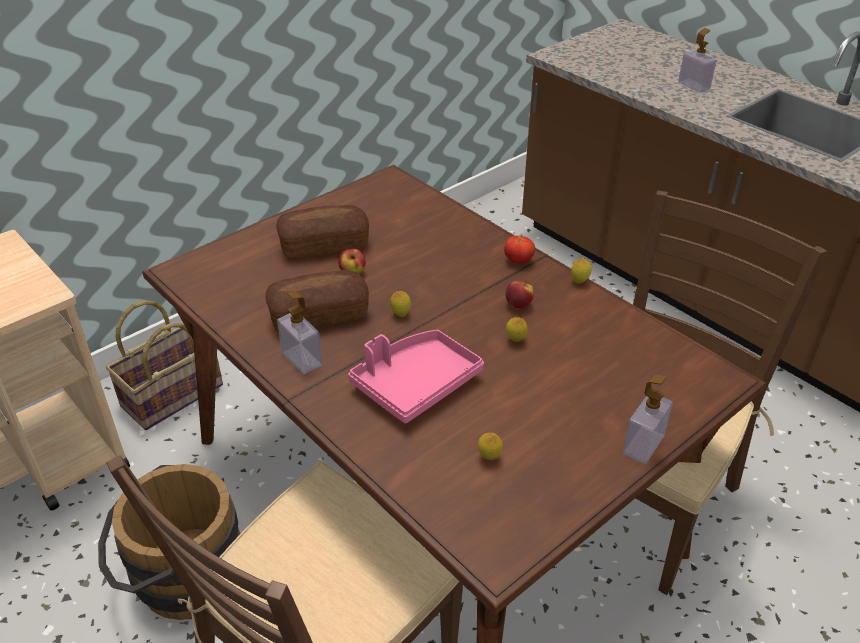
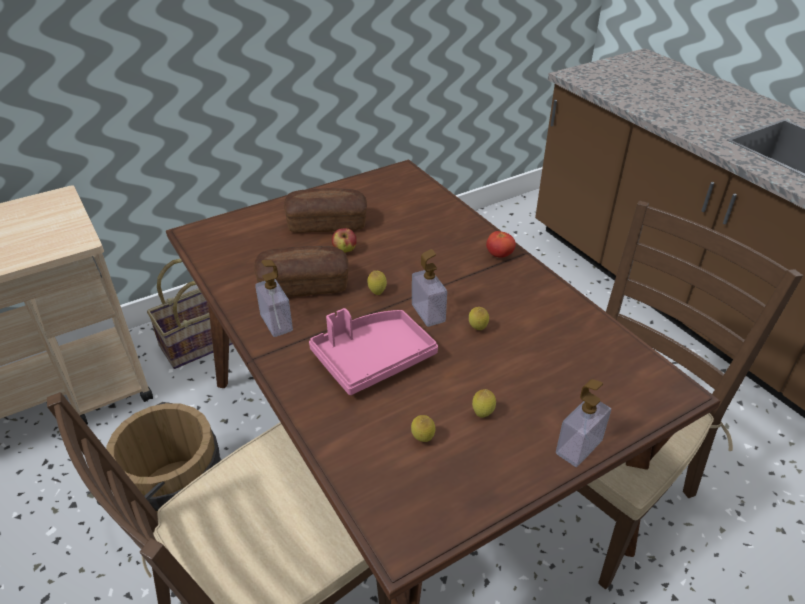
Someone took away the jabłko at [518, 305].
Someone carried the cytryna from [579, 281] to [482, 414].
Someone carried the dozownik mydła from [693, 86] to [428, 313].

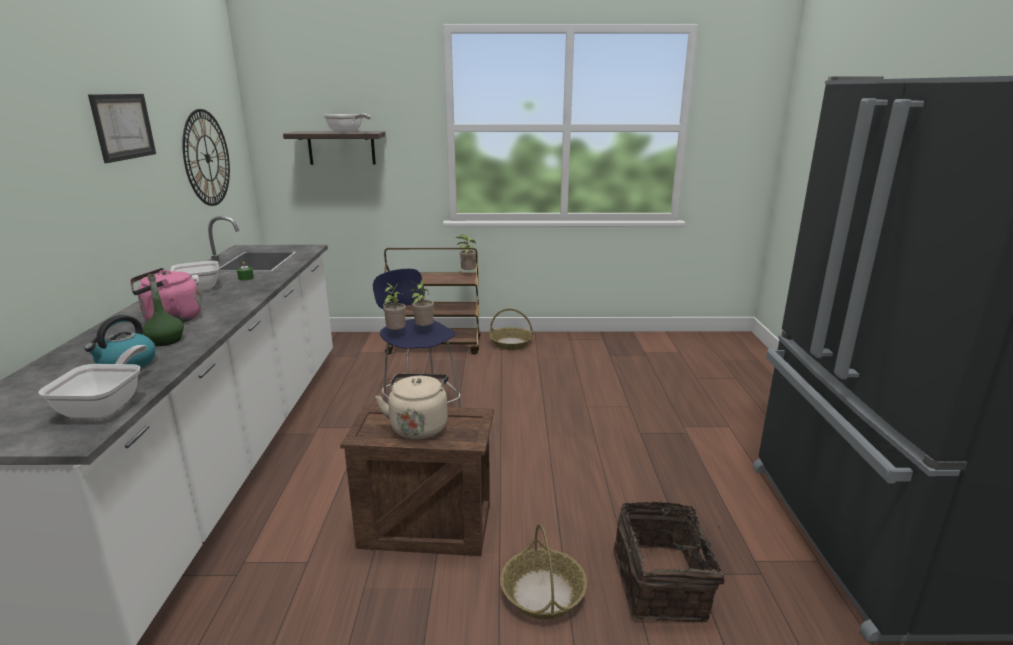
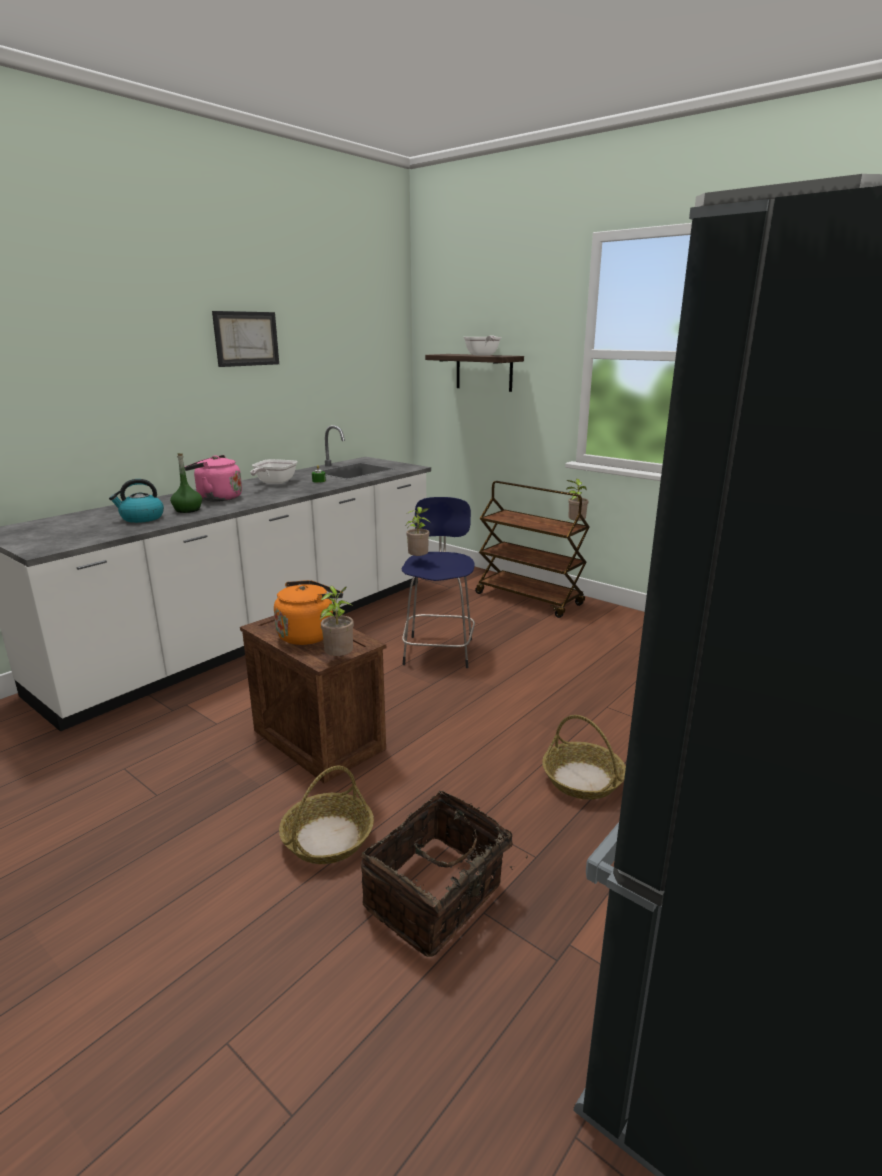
Someone took away the patelnia at [107, 405].
Someone took away the zegar ścienny at [207, 158].
Someone carried the roślina doniczkowa from [423, 329] to [339, 659].
Someone carried the koszyk from [510, 343] to [582, 779].
Someone repainted the czajnik [beżowy] at [419, 426], which became the czajnik [pomarańczowy] at [308, 634].

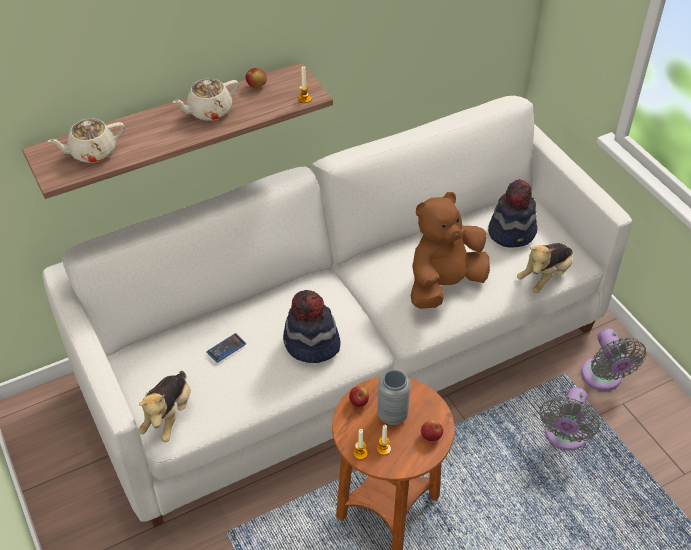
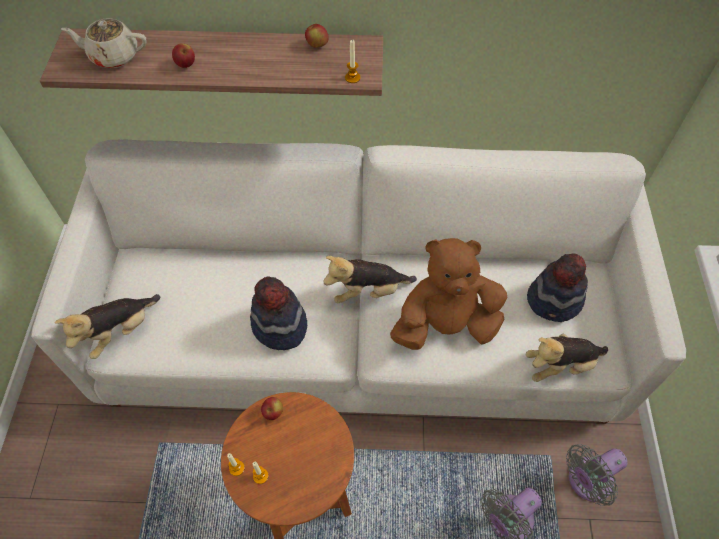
Someone took away the imbryk [beżowy] at [209, 111].
Someone took away the telefon at [226, 348].
Someone took away the wazon [szary] at [392, 415].
Someone put down the pluszak at [368, 291].
Someone carried the jabłko from [431, 436] to [186, 65].
Someone rotated the wentylator [szary] at [603, 378] by 45 degrees clockwise.

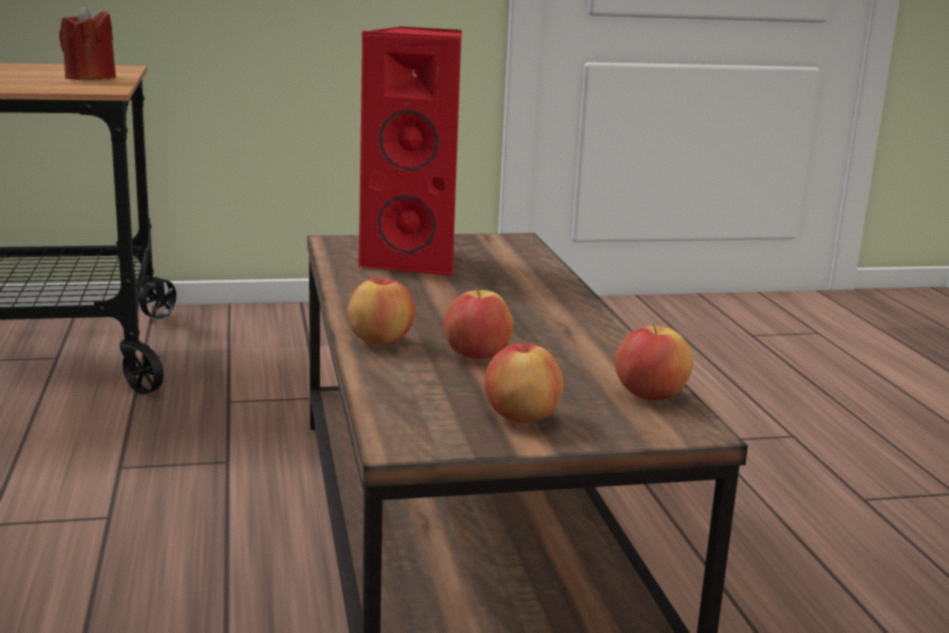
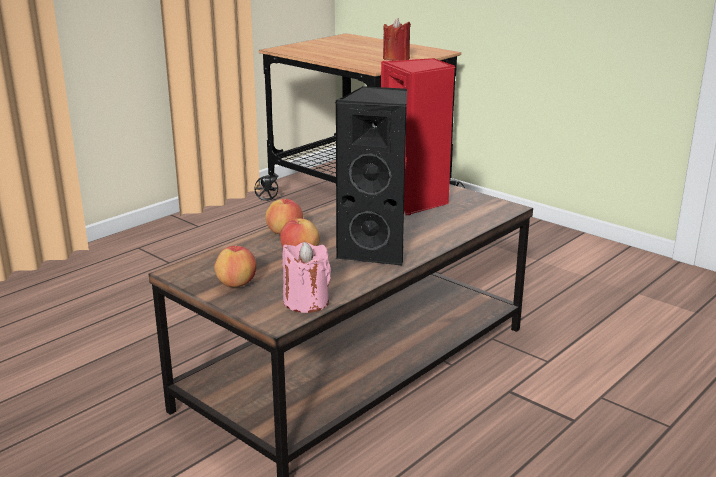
Someone put down the głośnik [czarny] at [376, 250].
Someone swapped the jabłko at [650, 396] for the świeca [różowy] at [306, 302].

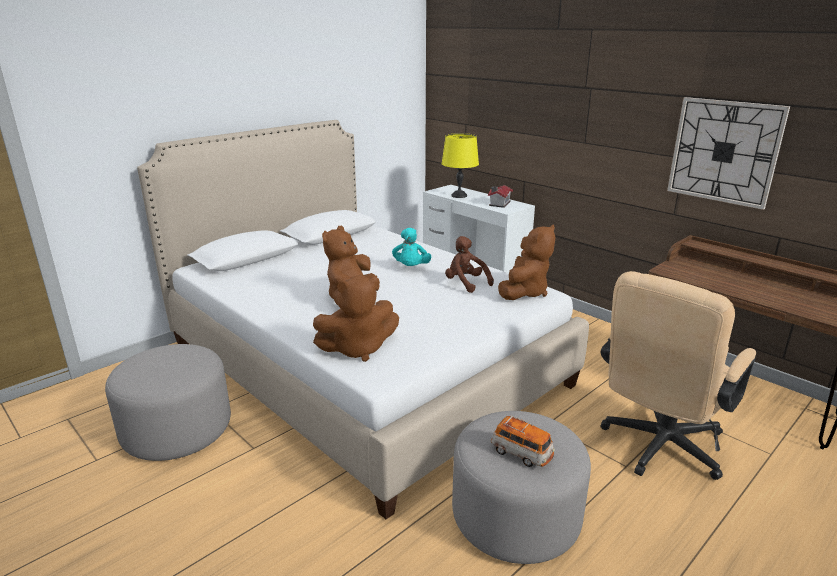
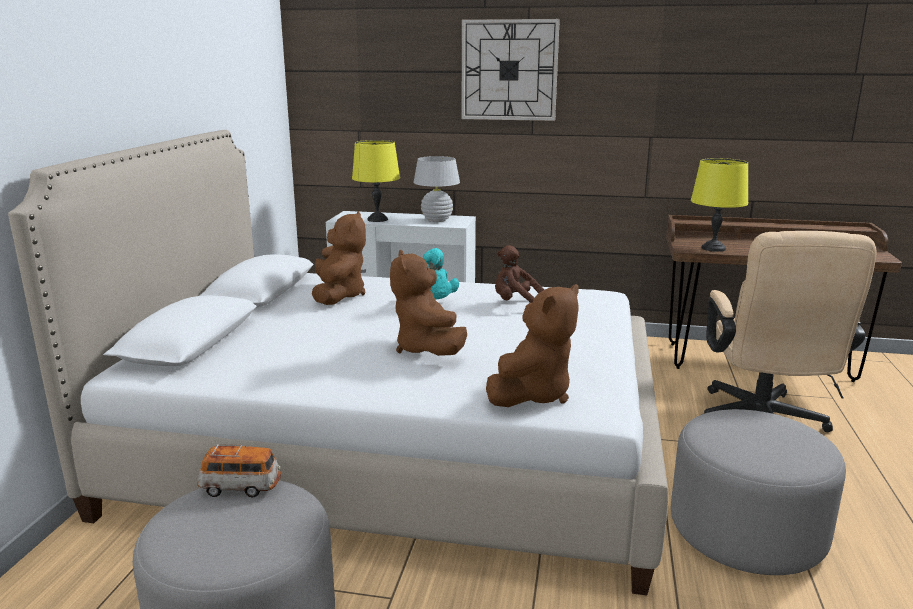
Someone put down the lampa stołowa [żółty] at [714, 248].
Someone carried the samochodzik from [521, 454] to [241, 487].
Someone carried the pluszak [brązowy] from [524, 292] to [339, 296].
Someone carried the zegar ścienny from [724, 151] to [509, 70].
Someone swapped the domek at [499, 204] for the lampa stołowa [biały] at [437, 220].

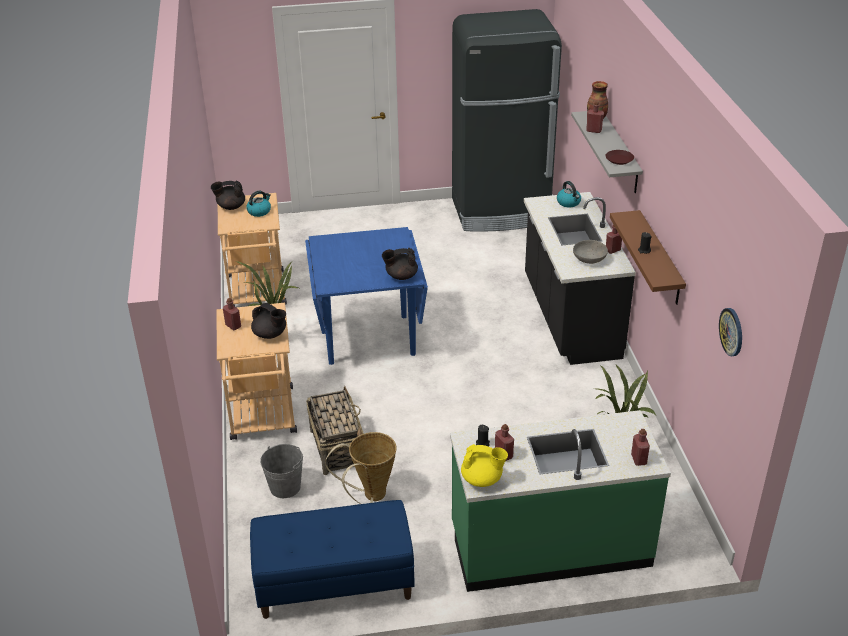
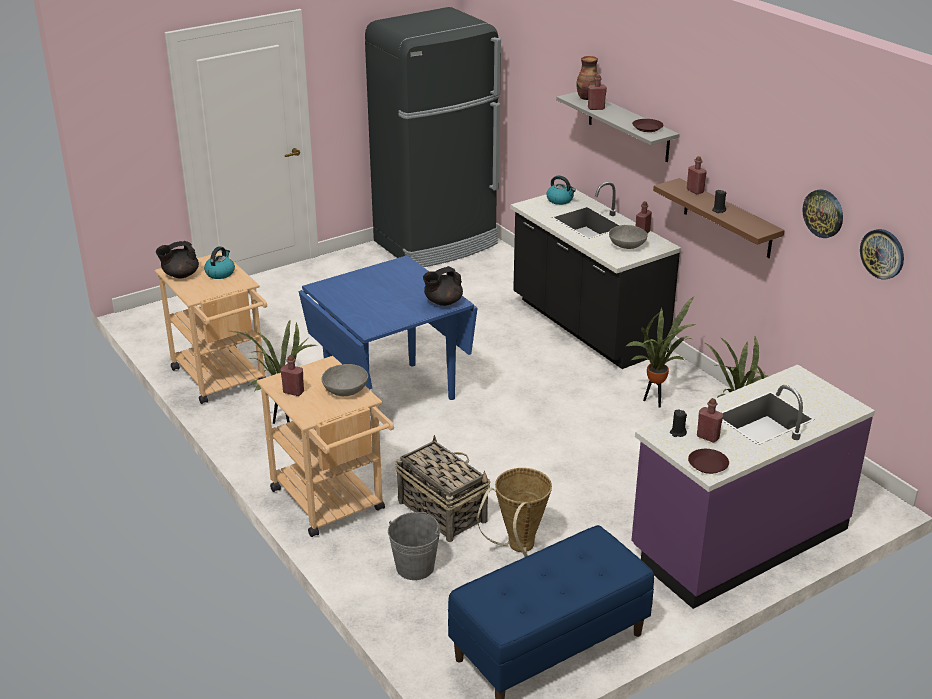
Someone put down the roślina doniczkowa at [655, 401].
Someone put up the zegar ścienny at [823, 213].
Someone carried the butelka [czerwony] from [638, 459] to [695, 191].
Someone swapped the imbryk [czarny] at [270, 334] for the miska [szary] at [346, 390].
Someone swapped the imbryk [żółty] at [482, 479] for the talerz [brązowy] at [708, 465].
Someone repainted the zabudowa kuchenna [zielony] at [550, 546], which became the zabudowa kuchenna [fioletowy] at [738, 540].

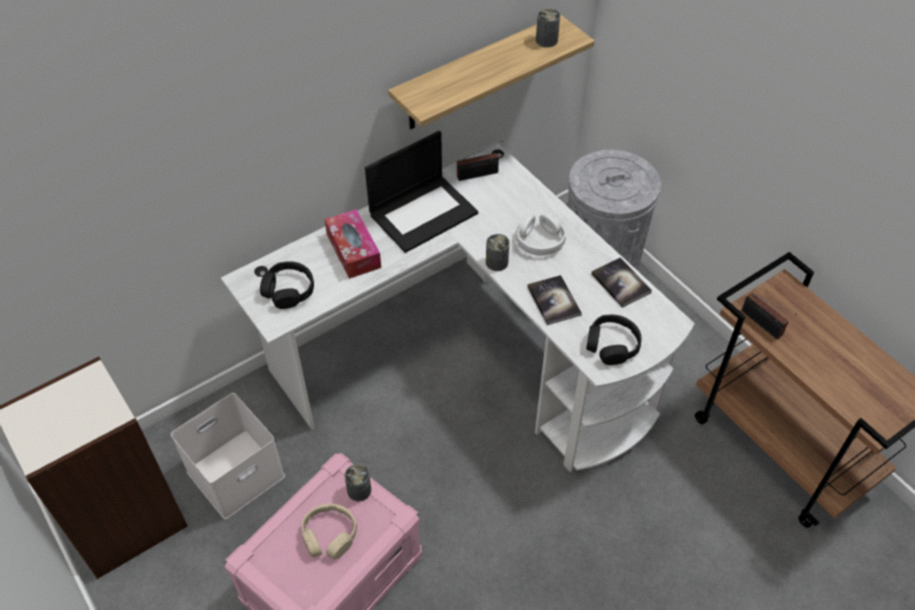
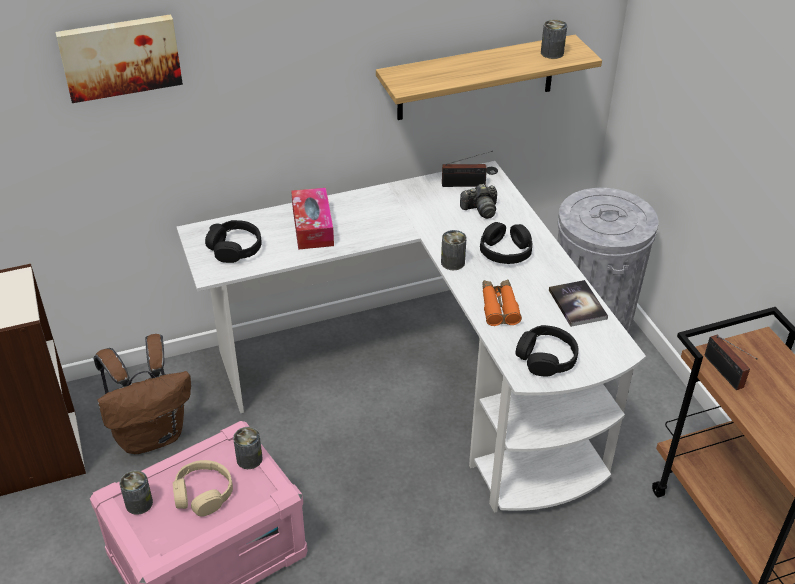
Someone took away the laptop at [423, 213].
Someone put up the obraz at [120, 56].
Someone put down the puszka at [139, 503].
Someone put down the aparat fotograficzny at [480, 209].
Someone swapped the pojemnik do przechowywania [biały] at [236, 471] for the plecak [brązowy] at [152, 435].
Someone swapped the książka at [554, 301] for the lornetka [pomarańczowy] at [499, 307].
Someone repainted the słuchawki [biały] at [540, 240], which became the słuchawki [czarny] at [505, 251].

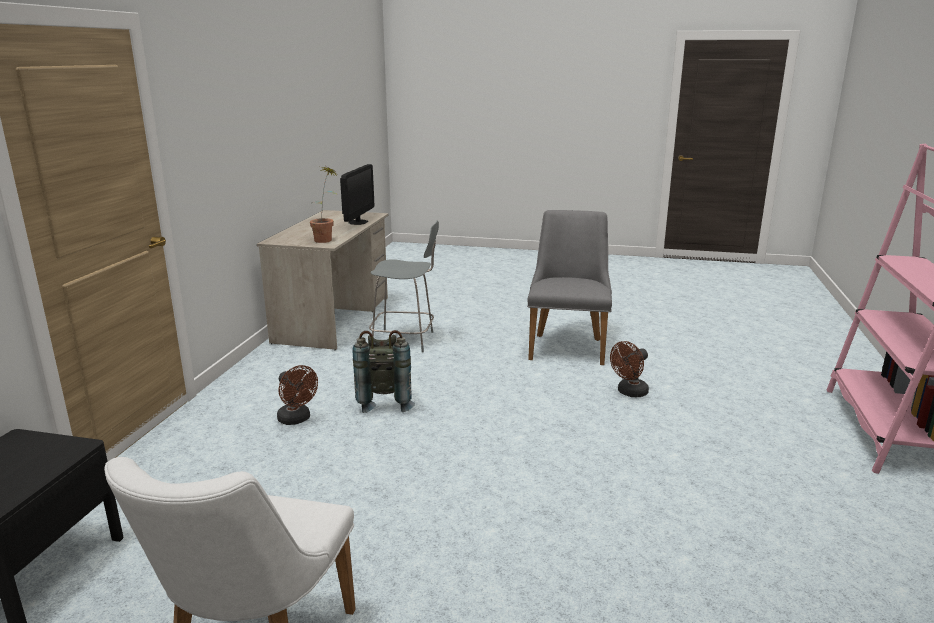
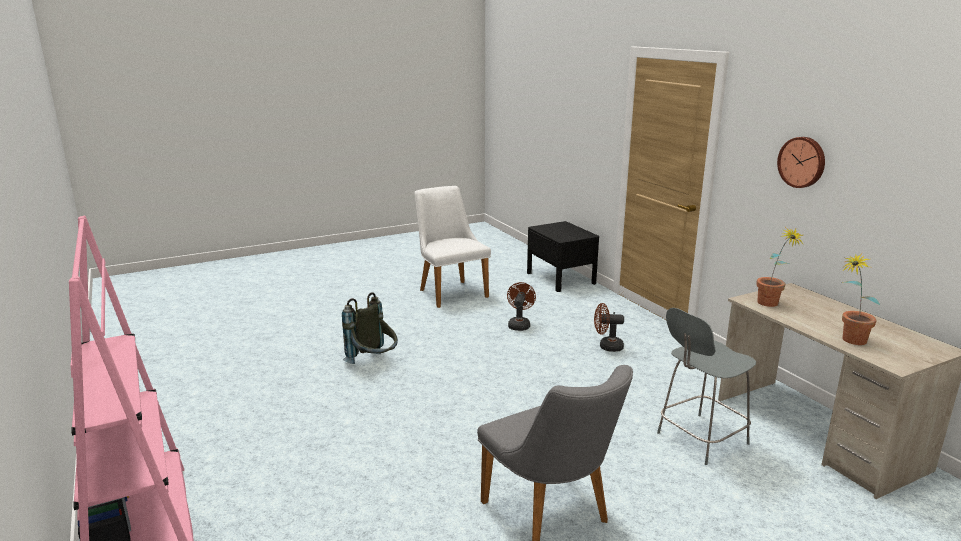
Someone put up the zegar ścienny at [802, 162].
Someone carried the plecak [szary] from [385, 401] to [374, 363].
Someone carried the wentylator [brązowy] from [629, 393] to [519, 324].
Someone swapped the monitor at [358, 222] for the roślina doniczkowa at [849, 341].

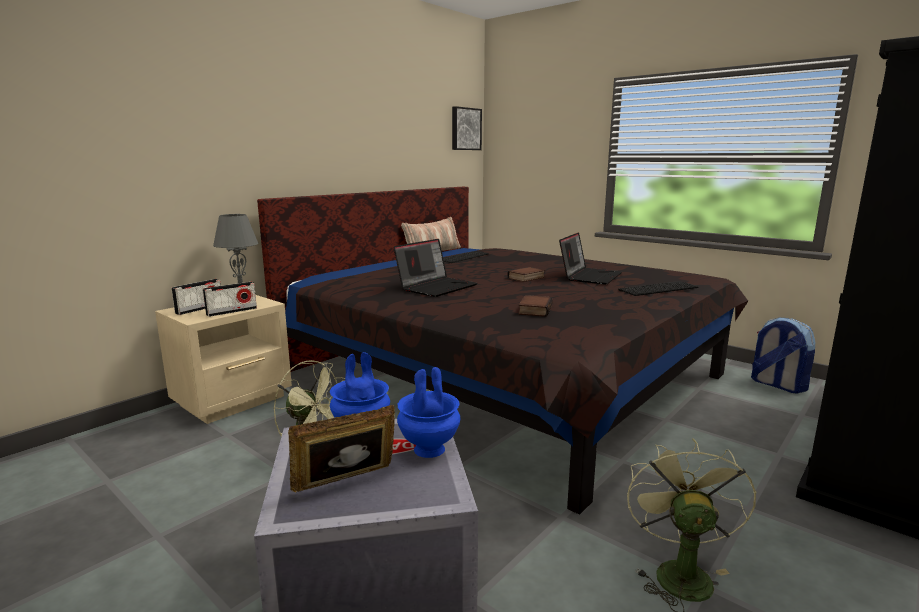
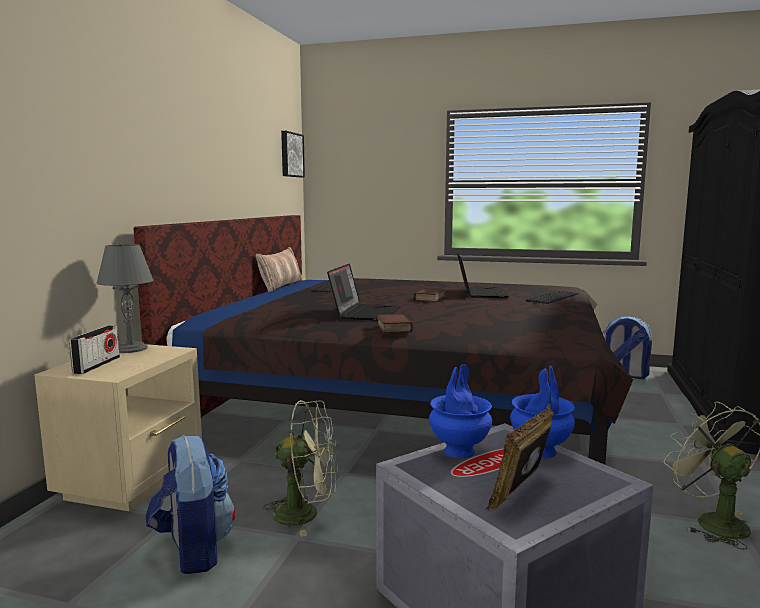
Someone took away the radio at [232, 311].
Someone put down the plecak at [193, 550].
Someone carried the książka from [534, 310] to [392, 328].

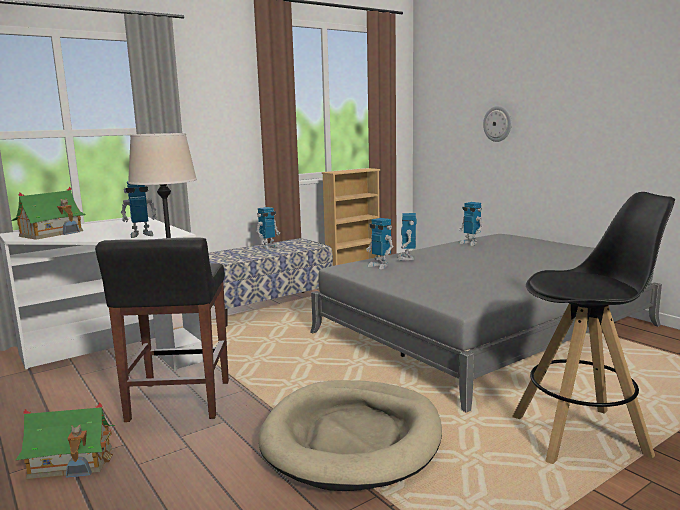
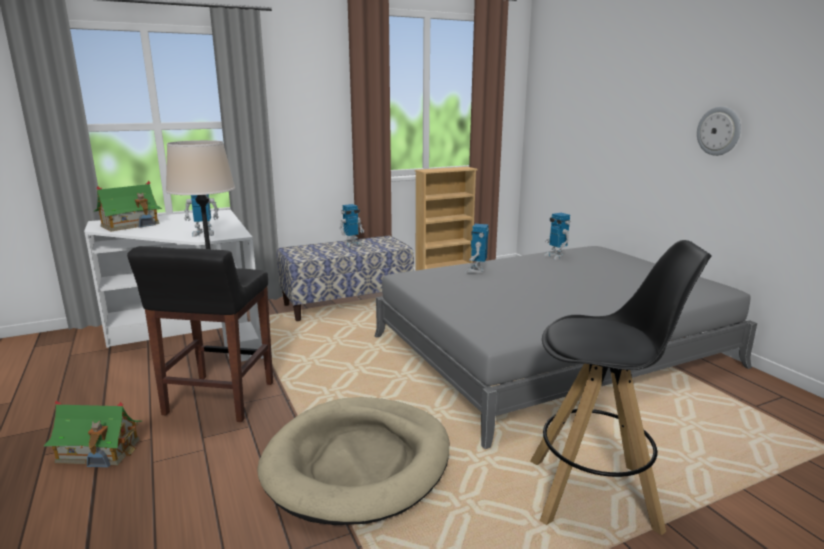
Someone took away the robot zabawkowy at [380, 266].
Someone carried the zegar ścienny from [498, 123] to [719, 131].

